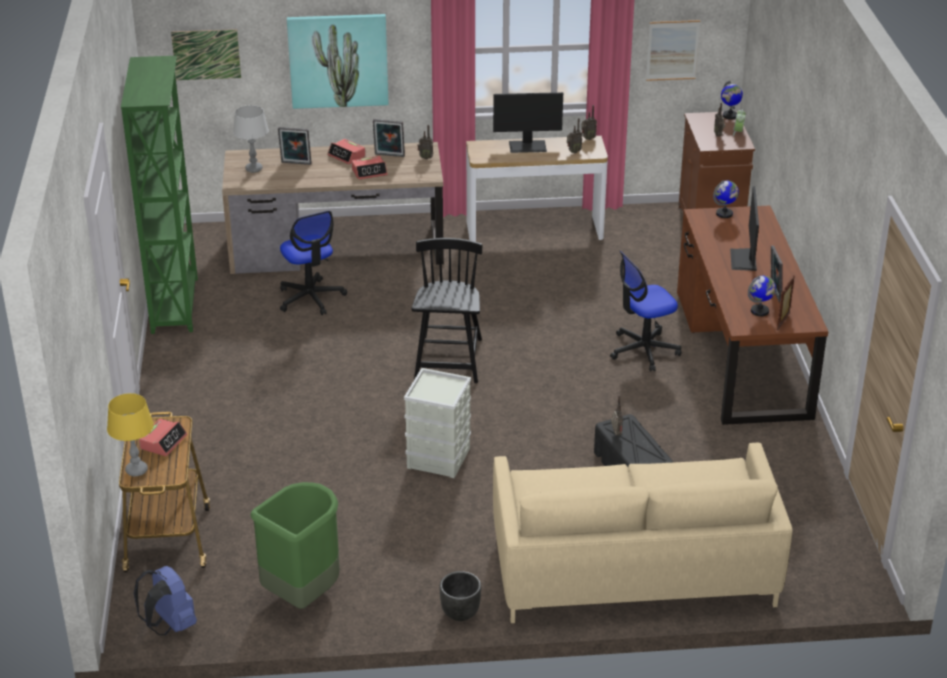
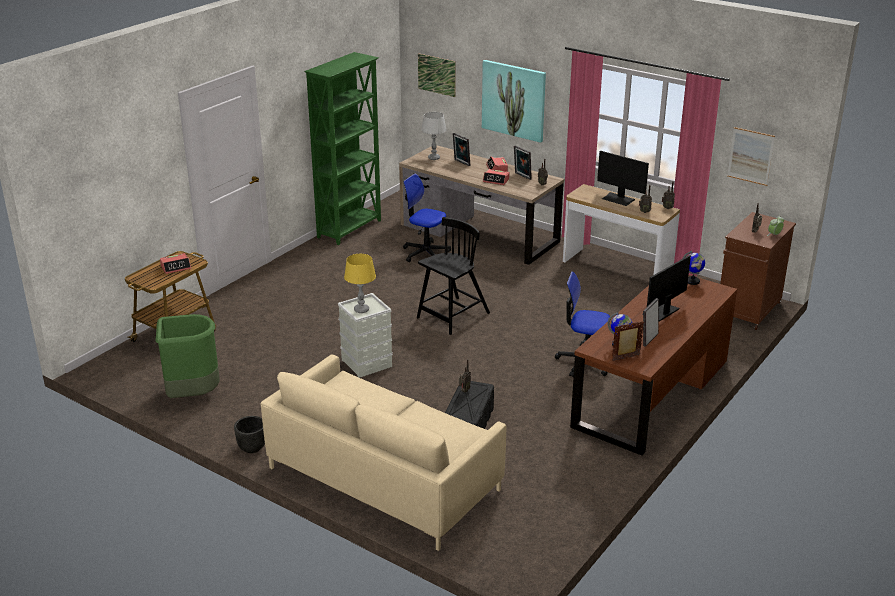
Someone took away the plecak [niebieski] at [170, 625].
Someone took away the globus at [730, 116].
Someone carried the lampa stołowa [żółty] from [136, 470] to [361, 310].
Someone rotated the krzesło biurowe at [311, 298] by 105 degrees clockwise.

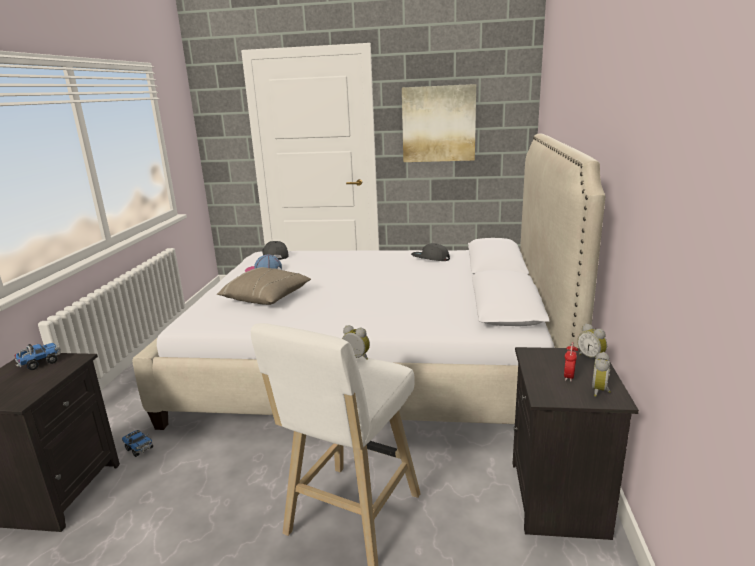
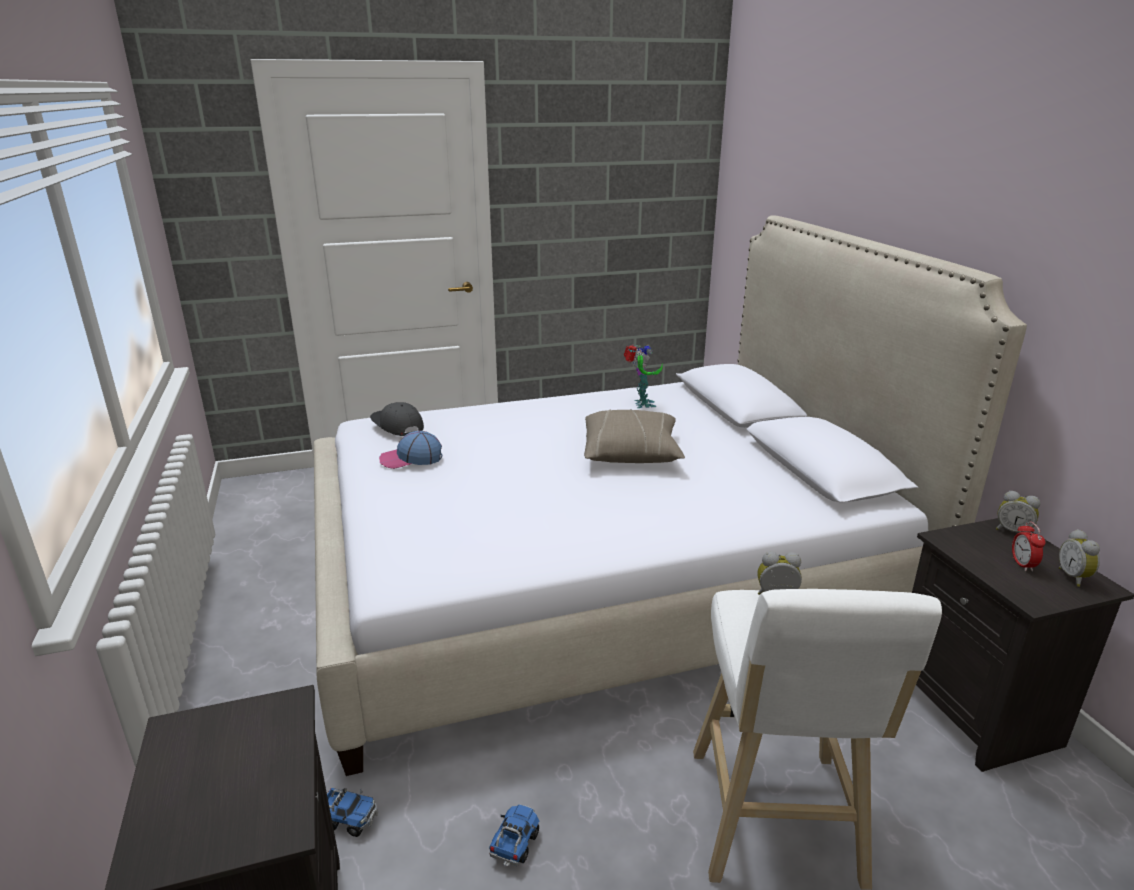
Someone took away the obraz at [438, 124].
Someone carried the ciężarówka zabawkowa from [40, 363] to [515, 844].
Someone carried the poduszka [beżowy] from [266, 298] to [631, 453].
Someone swapped the czapka z daszkiem [szary] at [430, 258] for the robot zabawkowy at [641, 404].

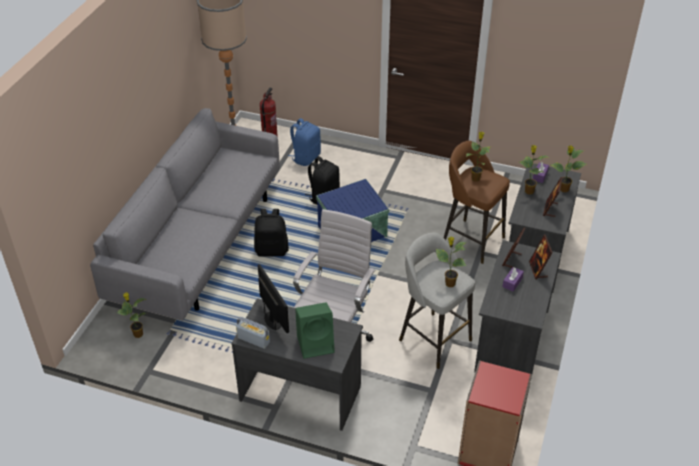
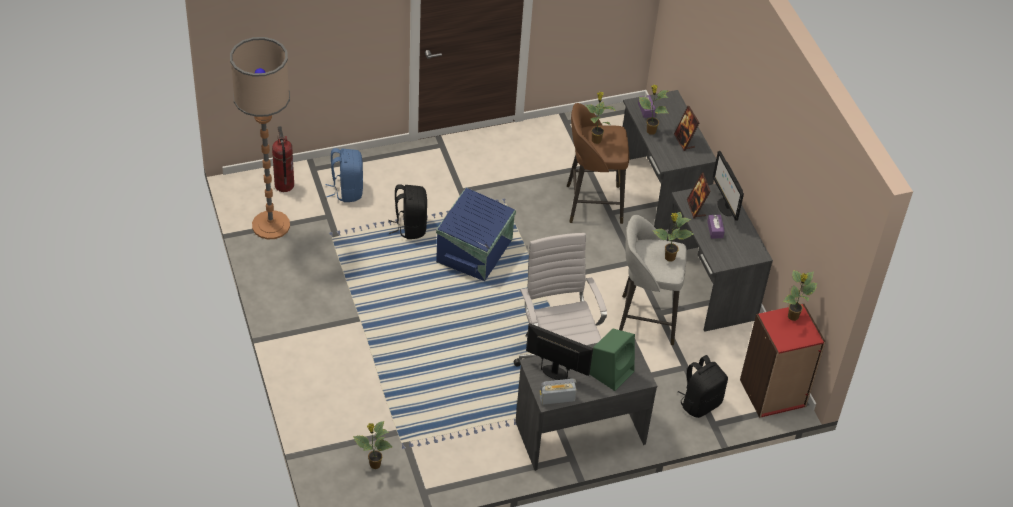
Someone took away the kanapa [szary] at [200, 243].
Someone carried the plecak [czarny] from [272, 250] to [700, 403].
Someone carried the roślina doniczkowa from [563, 189] to [793, 317].
Someone swapped the ramka na zdjęcie at [538, 270] for the monitor at [724, 207].

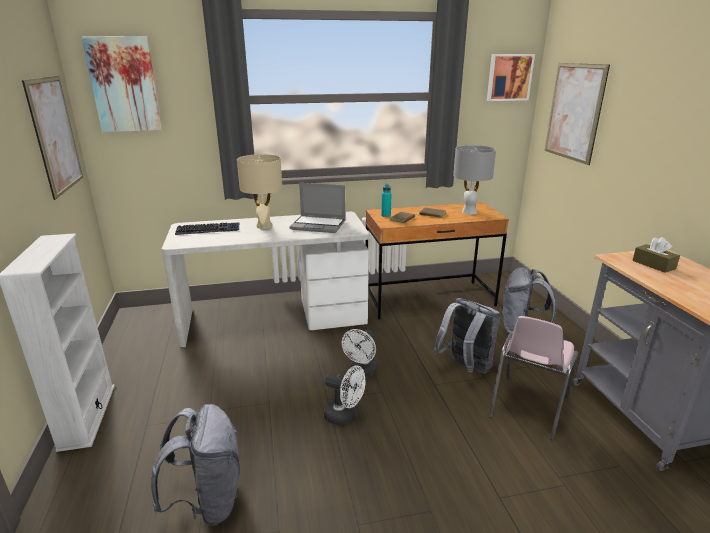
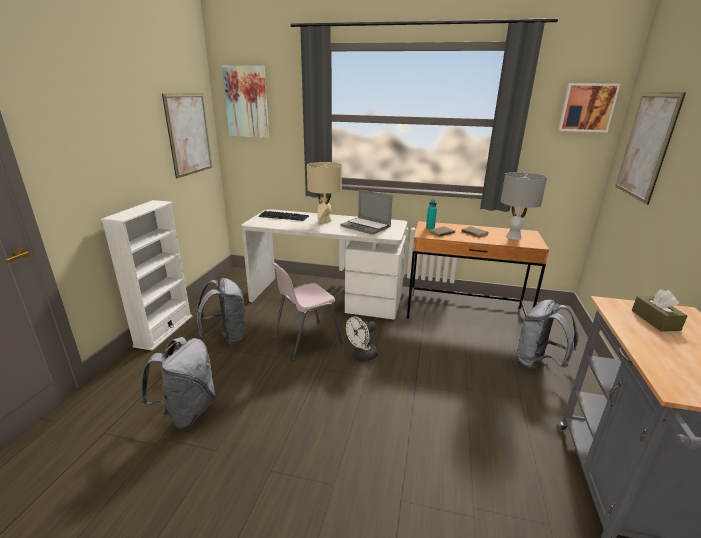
Someone took away the wentylator [biały] at [344, 416].
Someone carried the plecak [szary] from [465, 367] to [226, 337].
Someone carried the krzesło [różowy] from [527, 407] to [306, 340].

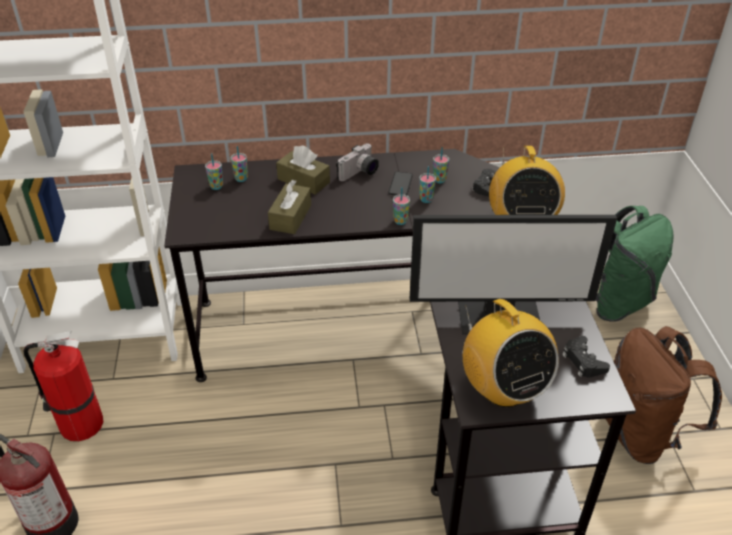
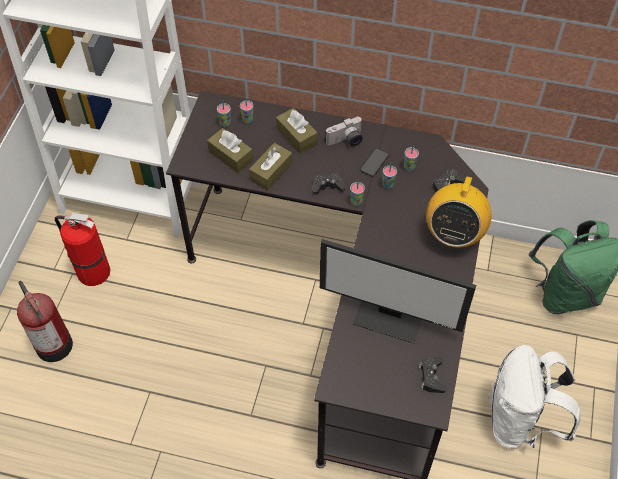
Someone took away the radio at [503, 389].
Someone put down the pudełko chusteczek [brązowy] at [230, 156].
Someone put down the pad do gier [czarny] at [327, 186].
Someone repainted the plecak [brązowy] at [641, 434], which became the plecak [biały] at [520, 421].

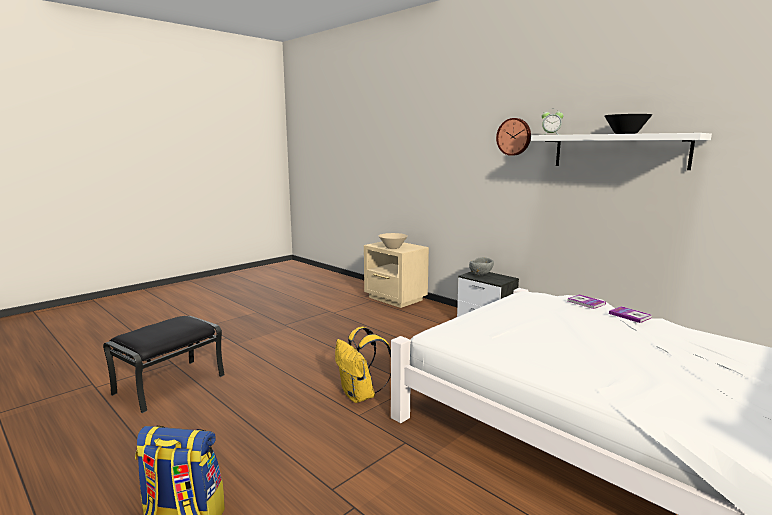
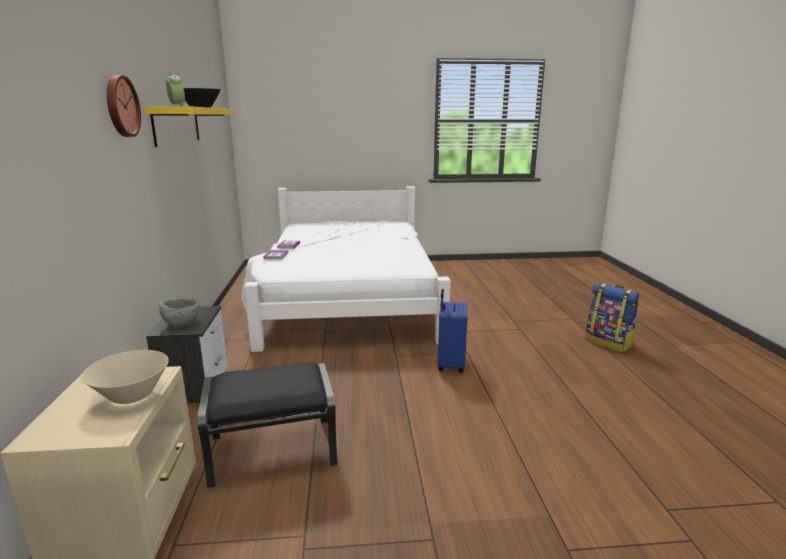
Someone carried the pufa [czarny] from [170, 384] to [272, 452].
Someone swapped the plecak [żółty] at [360, 396] for the walizka [niebieski] at [449, 365].
Someone repainted the półka [biały] at [619, 151], which became the półka [żółty] at [177, 125].

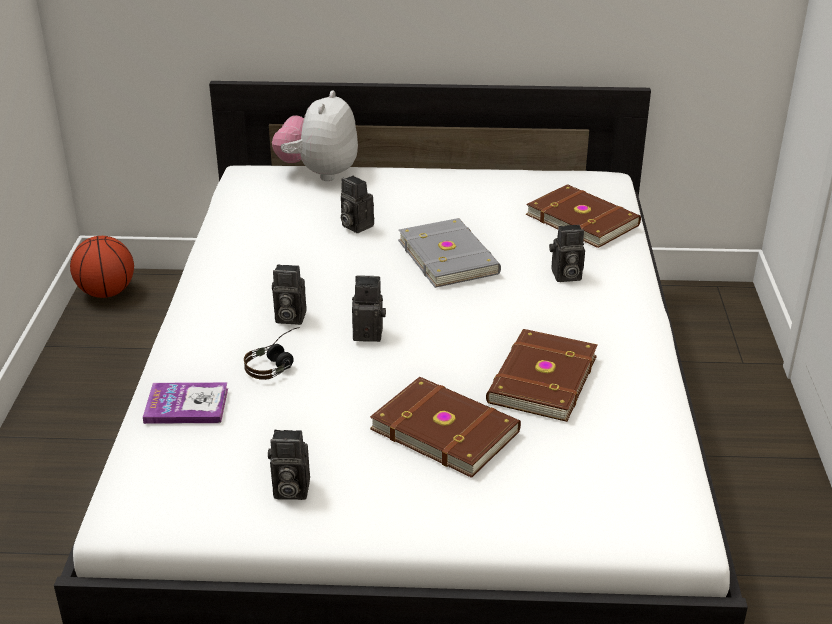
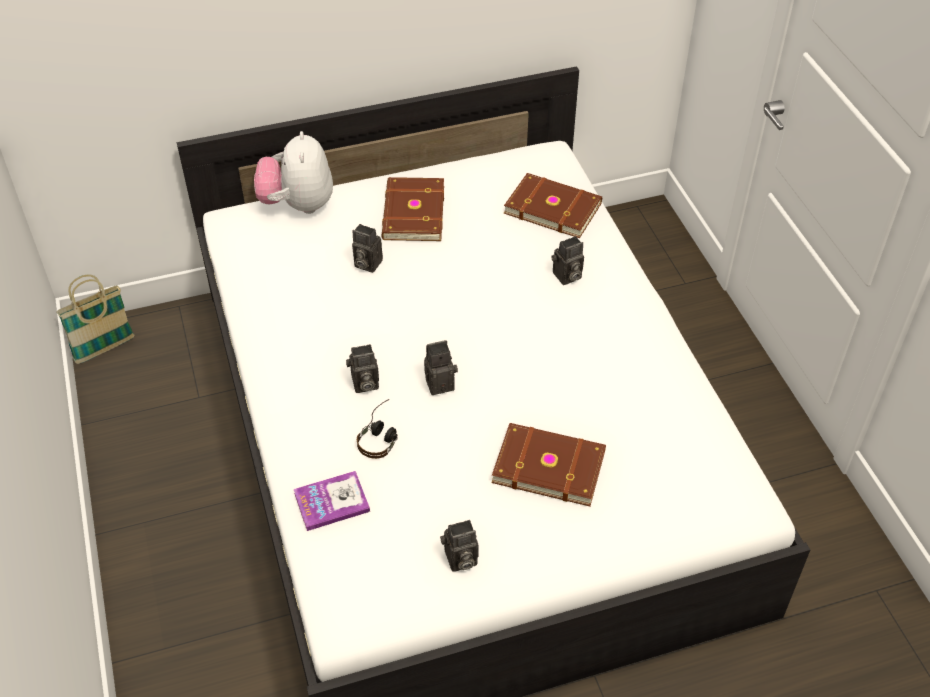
Someone took away the książka [szary] at [449, 256].
Someone carried the książka [brązowy] from [540, 379] to [412, 213].
Someone swapped the piłka do koszykówki at [106, 293] for the koszyk at [104, 349].

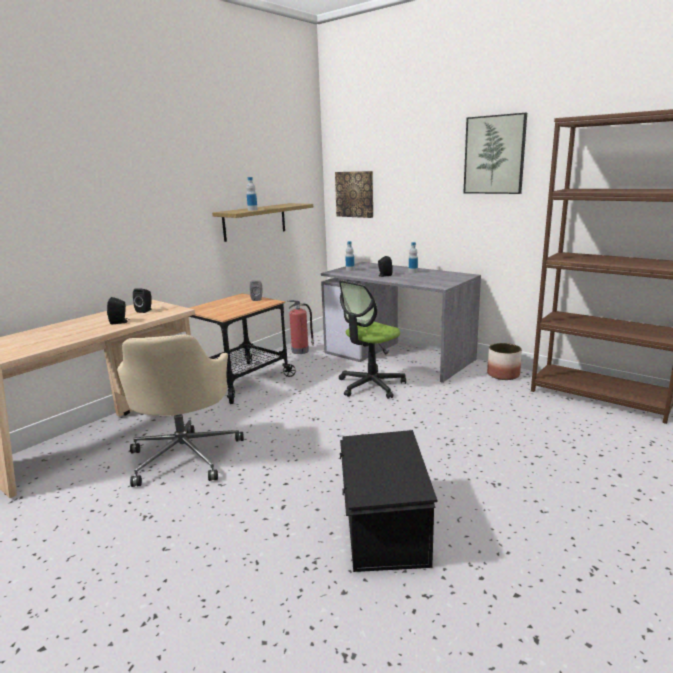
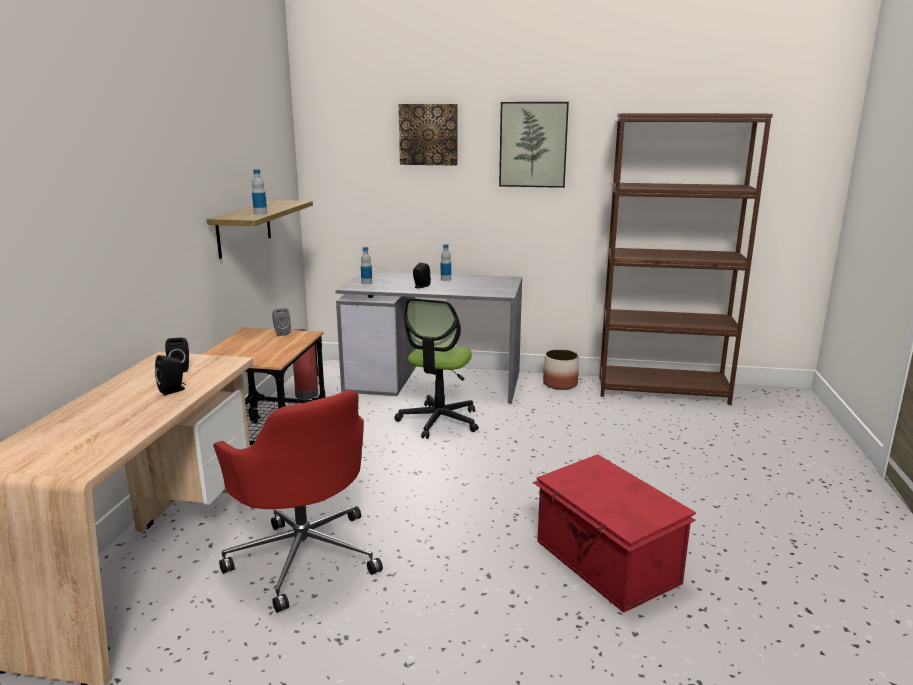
Someone carried the obraz from [355, 194] to [428, 134].
Someone repainted the krzesło biurowe [beżowy] at [185, 455], which became the krzesło biurowe [czerwony] at [304, 555].
Someone repainted the pojemnik do przechowywania [czarny] at [383, 527], which became the pojemnik do przechowywania [czerwony] at [605, 563].

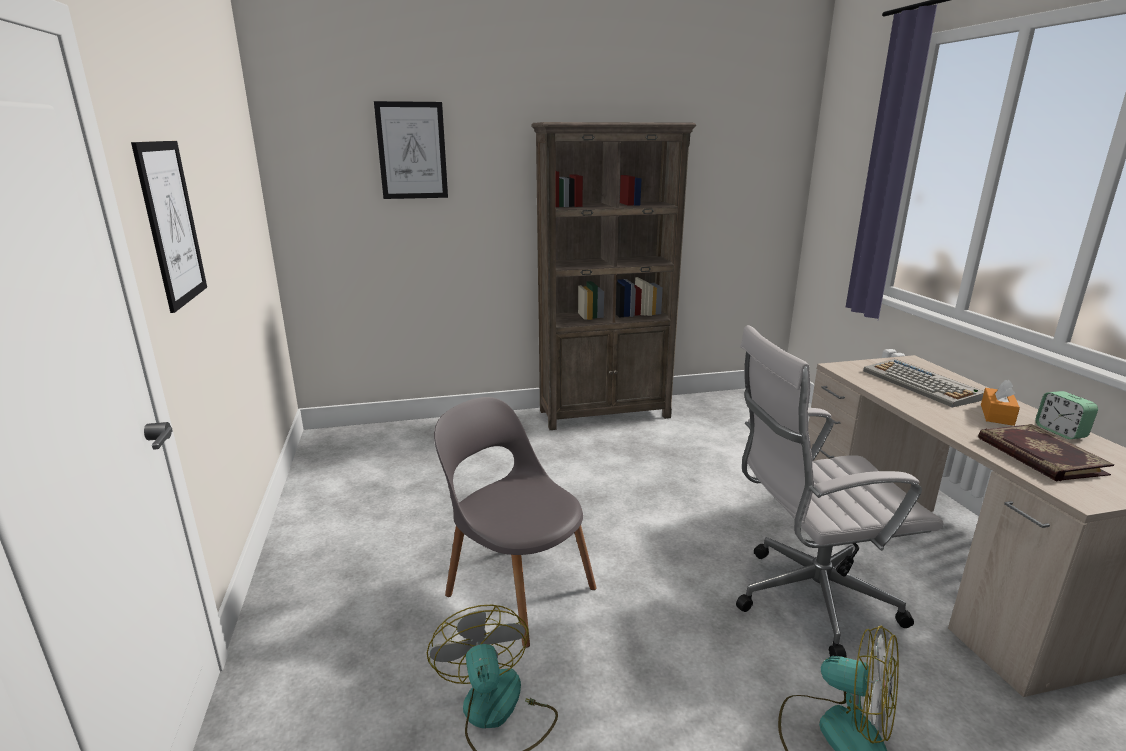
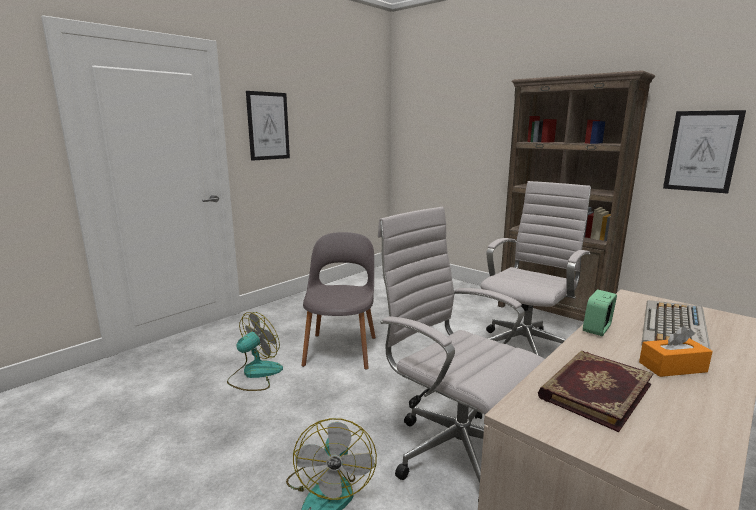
Someone put down the krzesło biurowe [biały] at [526, 347].
Someone carried the obraz from [412, 151] to [702, 151].
Someone carried the budzik from [1060, 432] to [597, 329].

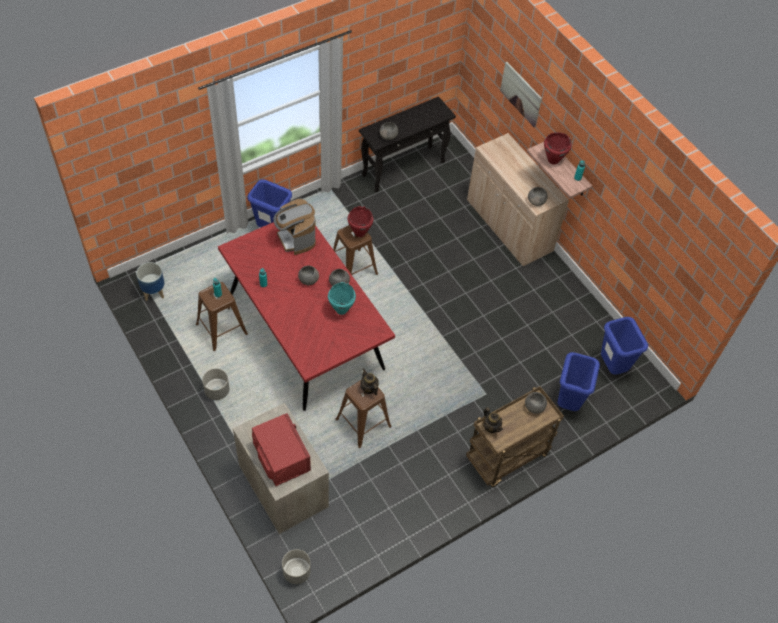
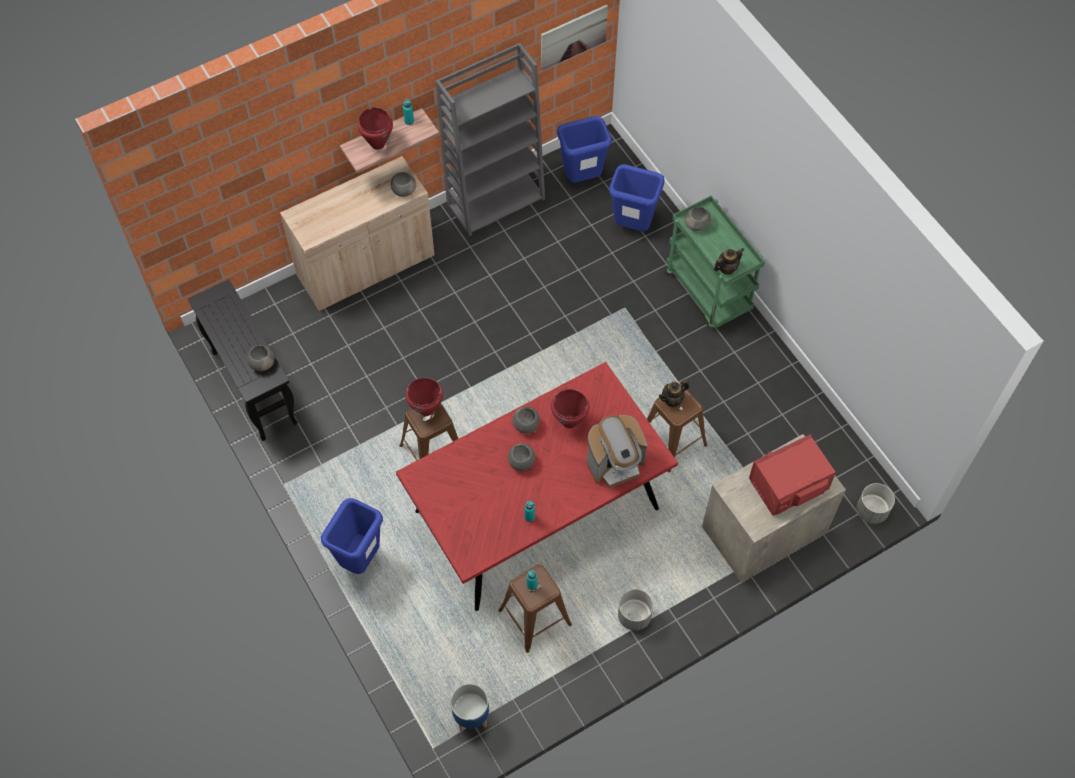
Someone put down the regał [szary] at [496, 200].
Someone carried the ekspres do kawy from [296, 238] to [615, 464].
Someone carried the obraz from [521, 94] to [573, 36].
Someone repainted the garnek [turkusowy] at [341, 310], which became the garnek [czerwony] at [569, 422].
Someone repainted the wózek [brązowy] at [507, 458], which became the wózek [zielony] at [709, 292].

